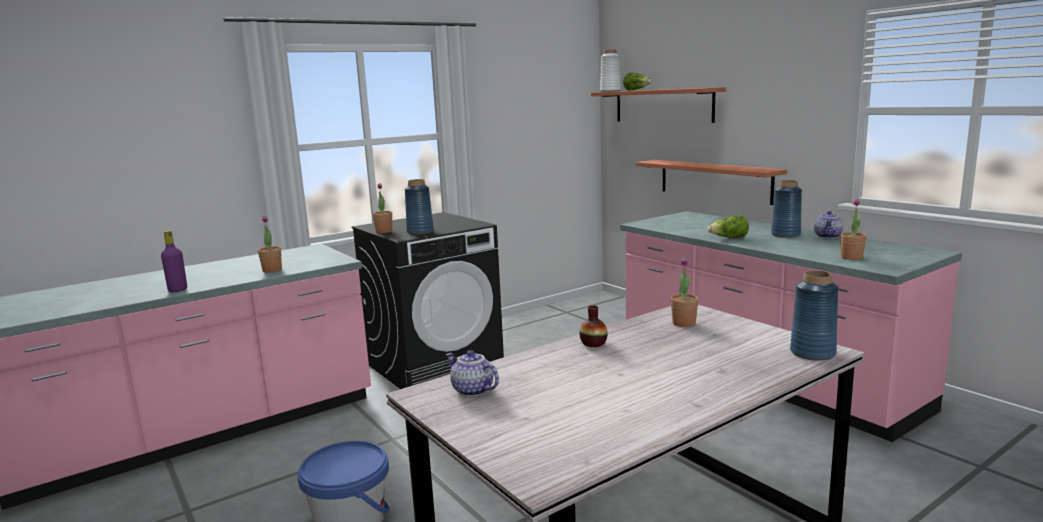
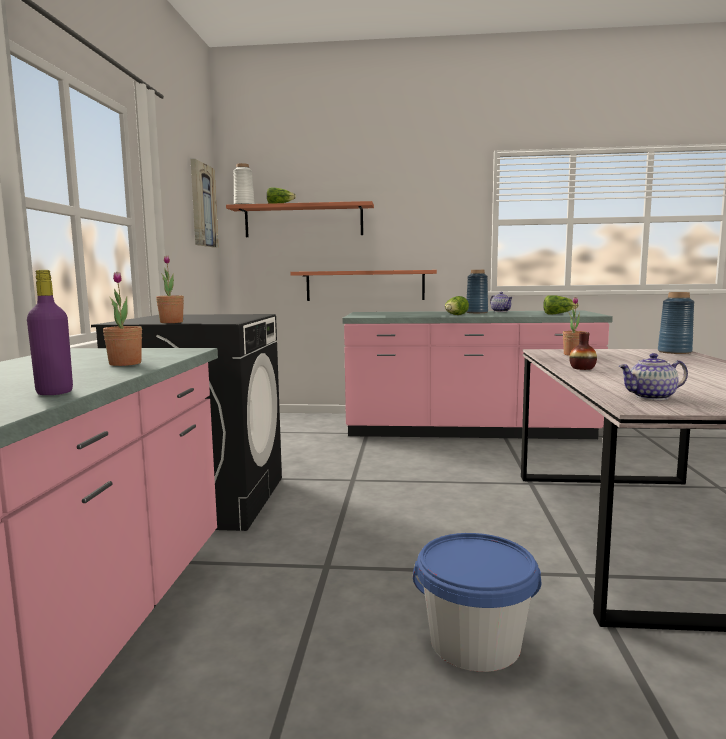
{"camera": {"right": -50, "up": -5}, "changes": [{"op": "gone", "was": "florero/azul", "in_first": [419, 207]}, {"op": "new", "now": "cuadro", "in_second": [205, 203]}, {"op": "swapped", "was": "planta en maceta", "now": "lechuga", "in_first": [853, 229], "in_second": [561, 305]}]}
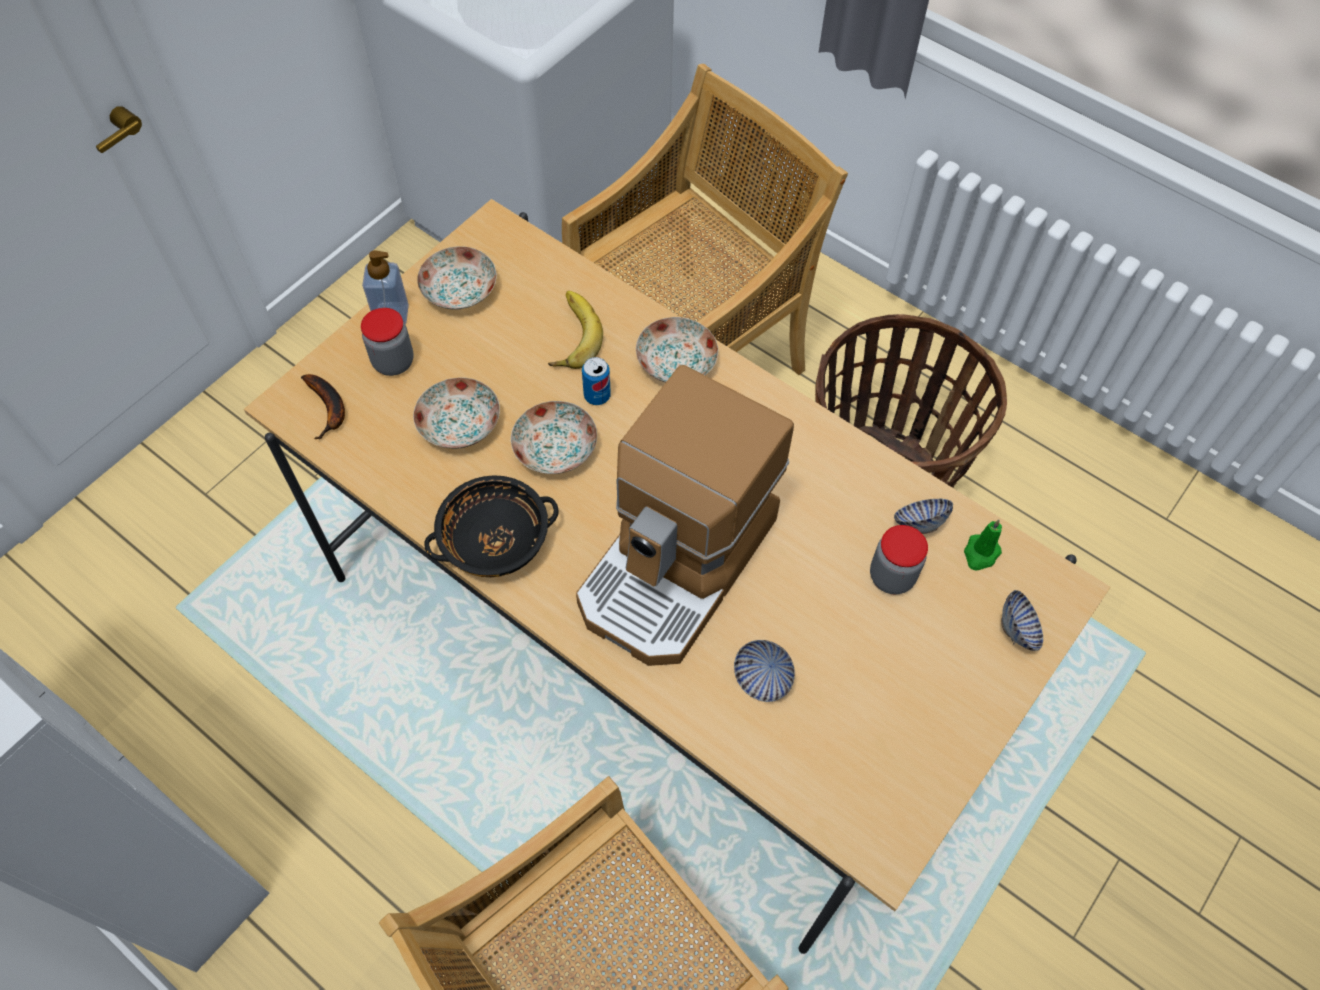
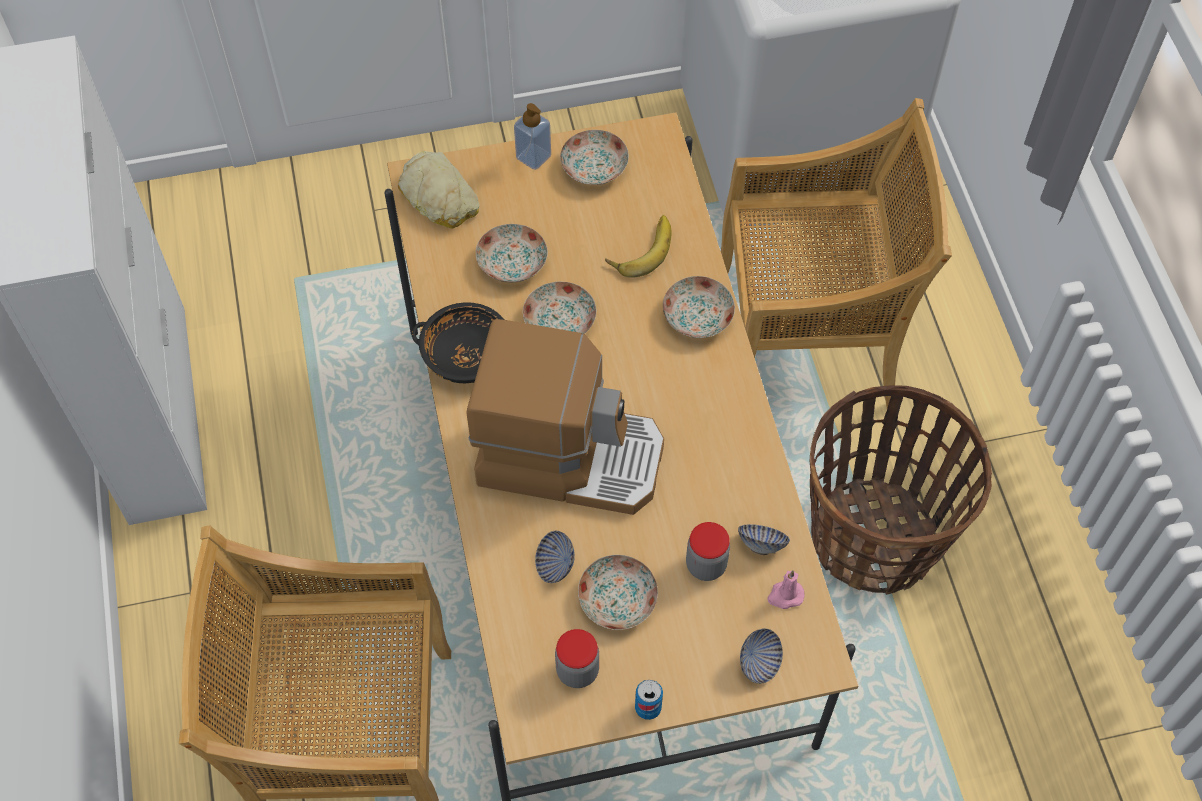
{"camera": {"right": 40, "up": 0}, "changes": [{"op": "new", "now": "plato", "in_second": [618, 592]}, {"op": "shifted", "was": "tarro", "in_first": [387, 342], "in_second": [577, 658]}, {"op": "shifted", "was": "lata", "in_first": [596, 381], "in_second": [649, 700]}, {"op": "swapped", "was": "plátano", "now": "pan", "in_first": [323, 406], "in_second": [439, 190]}, {"op": "repainted", "was": "vela/verde", "now": "vela/rosa", "in_first": [983, 545], "in_second": [786, 589]}, {"op": "rotated", "was": "cafetera", "in_first": [685, 515], "in_second": [565, 417], "clockwise": -150}]}
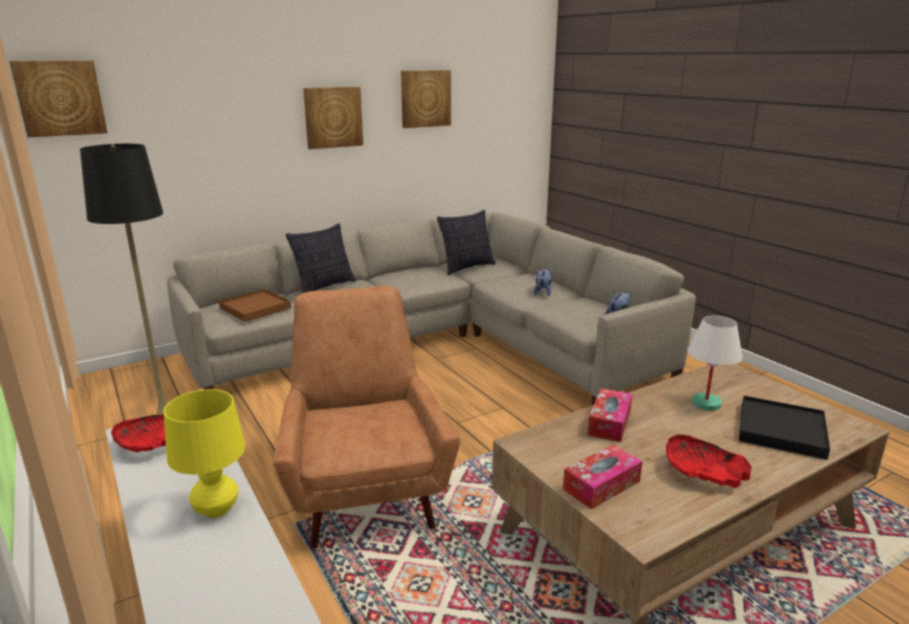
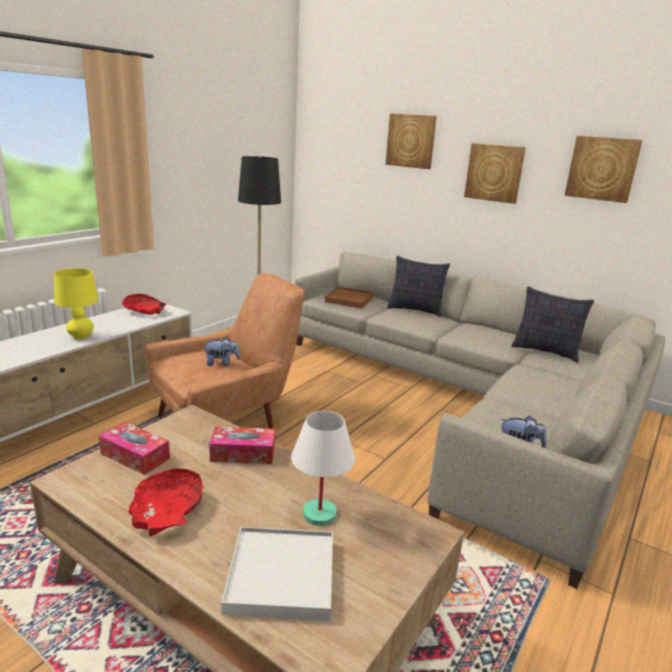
{"camera": {"right": 65, "up": 0}, "changes": [{"op": "shifted", "was": "cuadro", "in_first": [58, 98], "in_second": [411, 141]}, {"op": "shifted", "was": "peluche", "in_first": [543, 282], "in_second": [221, 351]}, {"op": "repainted", "was": "bandeja/negro", "now": "bandeja/blanco", "in_first": [784, 428], "in_second": [277, 574]}]}
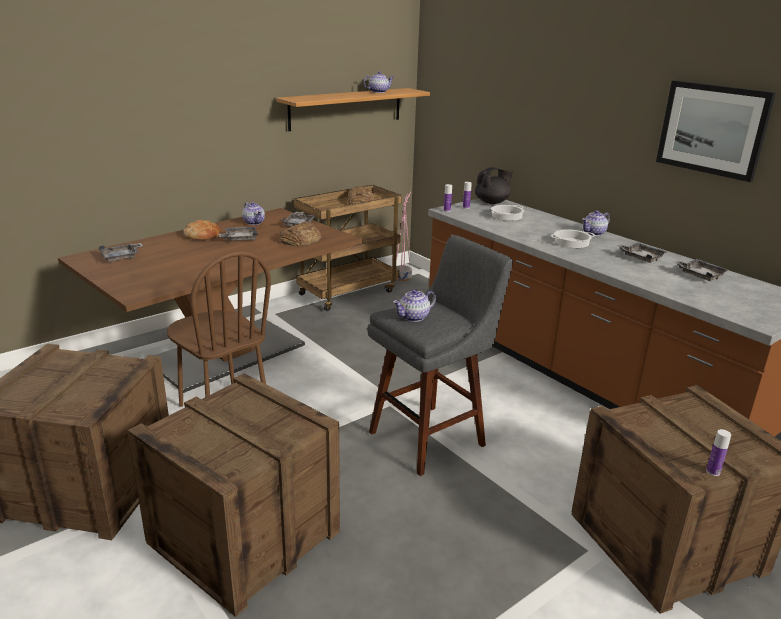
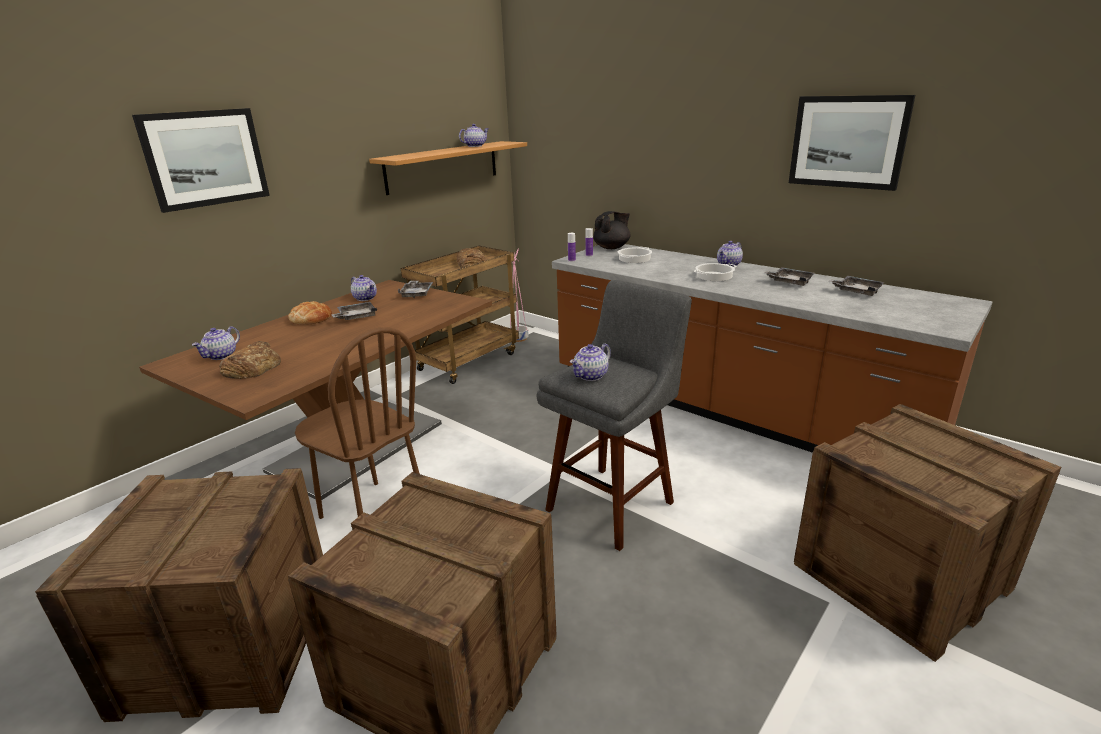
{"camera": {"right": -10, "up": 0}, "changes": [{"op": "gone", "was": "botella", "in_first": [718, 452]}, {"op": "new", "now": "cuadro", "in_second": [201, 160]}, {"op": "shifted", "was": "pan", "in_first": [300, 234], "in_second": [250, 360]}, {"op": "swapped", "was": "bandeja/gris", "now": "tetera", "in_first": [121, 252], "in_second": [216, 343]}]}
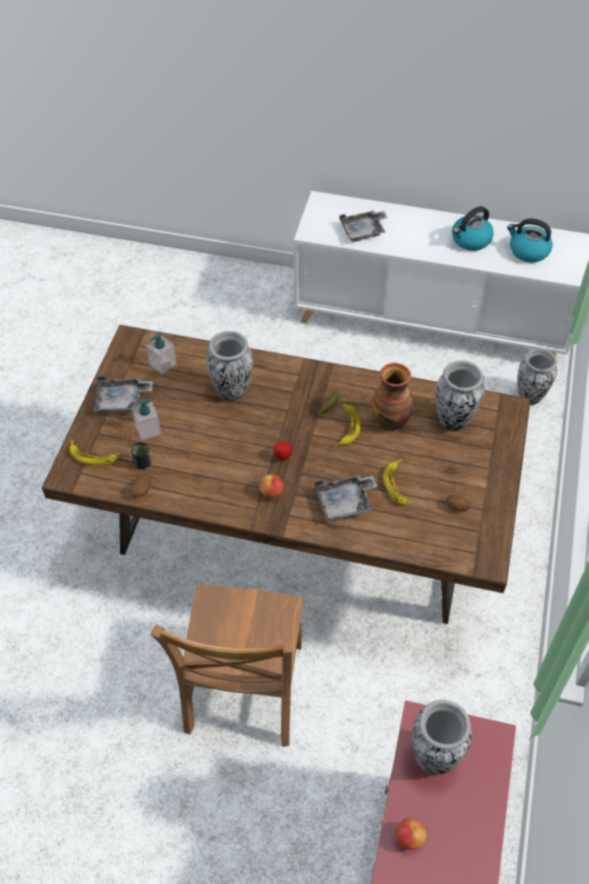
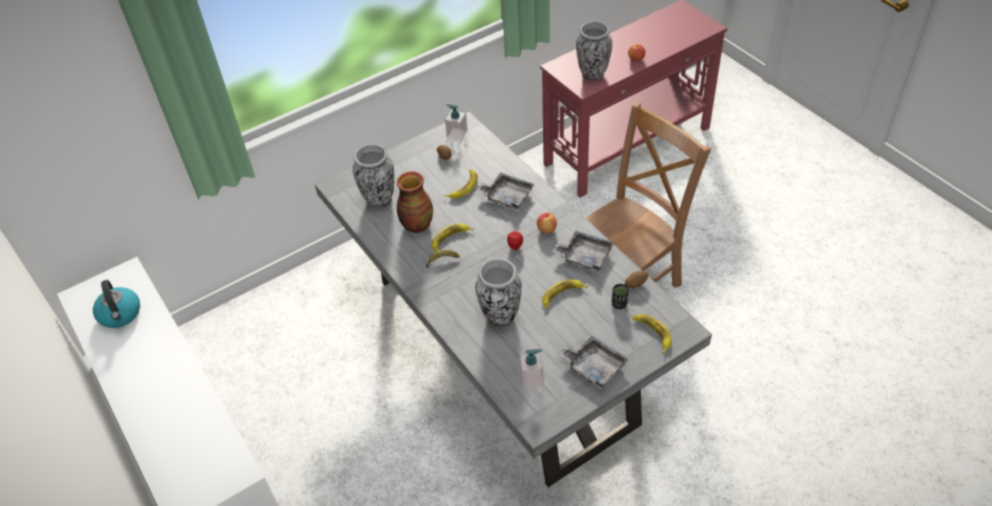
{"camera": {"right": -135, "up": -5}, "changes": [{"op": "gone", "was": "hervidor", "in_first": [473, 228]}, {"op": "gone", "was": "florero", "in_first": [537, 376]}, {"op": "new", "now": "plátano", "in_second": [565, 294]}, {"op": "shifted", "was": "dispensador de jabón", "in_first": [146, 419], "in_second": [456, 122]}, {"op": "shifted", "was": "bandeja/gris", "in_first": [363, 226], "in_second": [583, 251]}, {"op": "repainted", "was": "mesa de comedor/marrón", "now": "mesa de comedor/gris", "in_first": [286, 474], "in_second": [513, 299]}]}
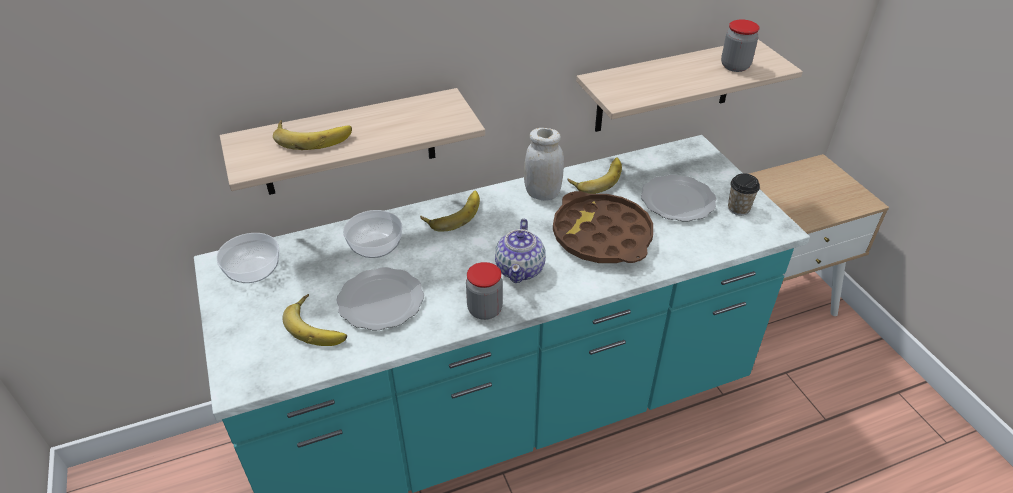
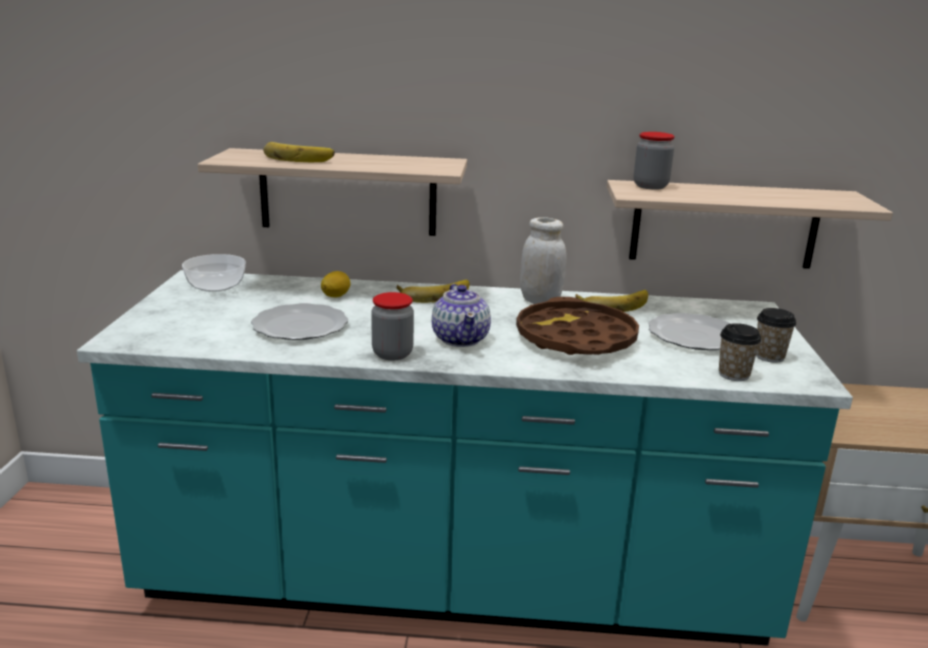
{"camera": {"right": 25, "up": -20}, "changes": [{"op": "gone", "was": "plátano", "in_first": [314, 320]}, {"op": "new", "now": "taza", "in_second": [740, 352]}, {"op": "shifted", "was": "tarro", "in_first": [740, 45], "in_second": [654, 161]}, {"op": "swapped", "was": "cuenco", "now": "limón", "in_first": [372, 234], "in_second": [335, 284]}, {"op": "rotated", "was": "tetera", "in_first": [520, 251], "in_second": [461, 315], "clockwise": -45}]}
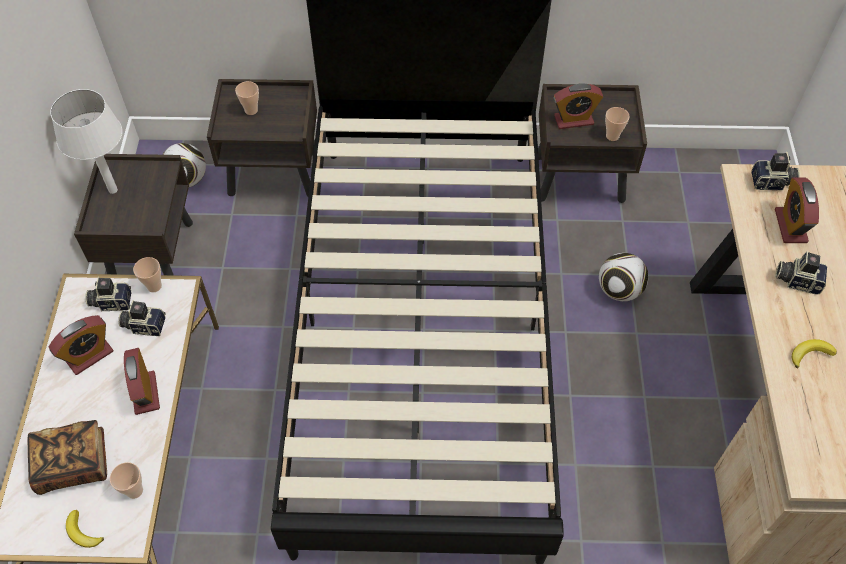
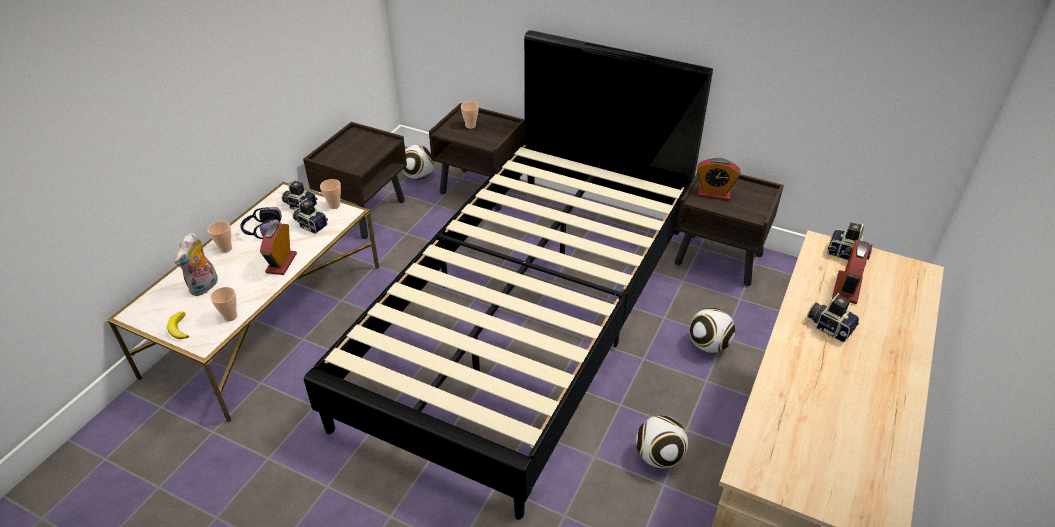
{"camera": {"right": 25, "up": -15}, "changes": [{"op": "gone", "was": "lámpara de mesa/blanco", "in_first": [86, 141]}, {"op": "gone", "was": "plátano", "in_first": [814, 353]}, {"op": "new", "now": "balón de fútbol", "in_second": [662, 441]}, {"op": "shifted", "was": "taza", "in_first": [617, 124], "in_second": [220, 237]}, {"op": "swapped", "was": "libro", "now": "peluche", "in_first": [67, 457], "in_second": [196, 264]}, {"op": "swapped", "was": "despertador", "now": "auriculares", "in_first": [81, 345], "in_second": [261, 223]}]}
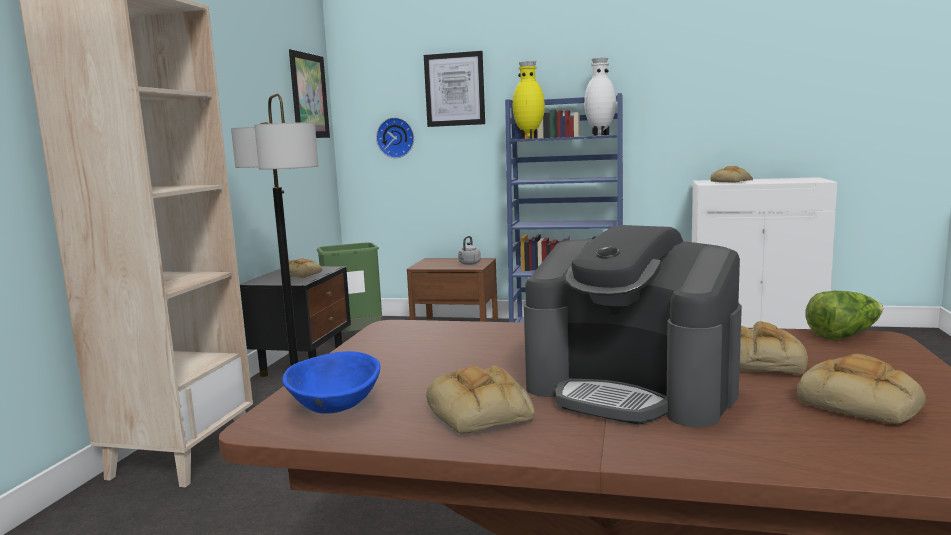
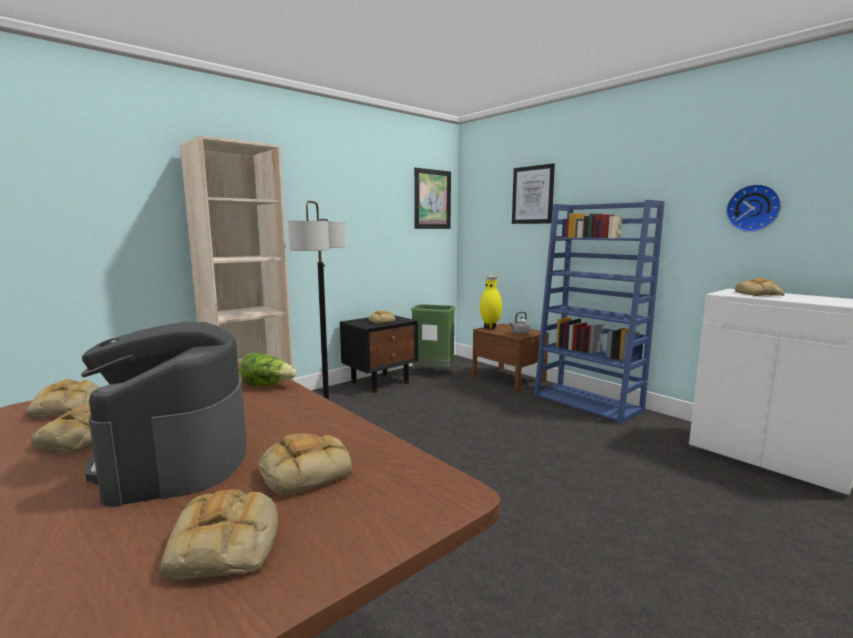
{"camera": {"right": 35, "up": 0}, "changes": [{"op": "gone", "was": "florero/blanco", "in_first": [600, 97]}, {"op": "shifted", "was": "reloj de pared", "in_first": [395, 137], "in_second": [753, 208]}, {"op": "shifted", "was": "florero/amarillo", "in_first": [529, 100], "in_second": [491, 303]}, {"op": "shifted", "was": "lechuga", "in_first": [844, 315], "in_second": [268, 369]}, {"op": "swapped", "was": "cuenco/azul", "now": "pan", "in_first": [331, 382], "in_second": [63, 399]}]}
